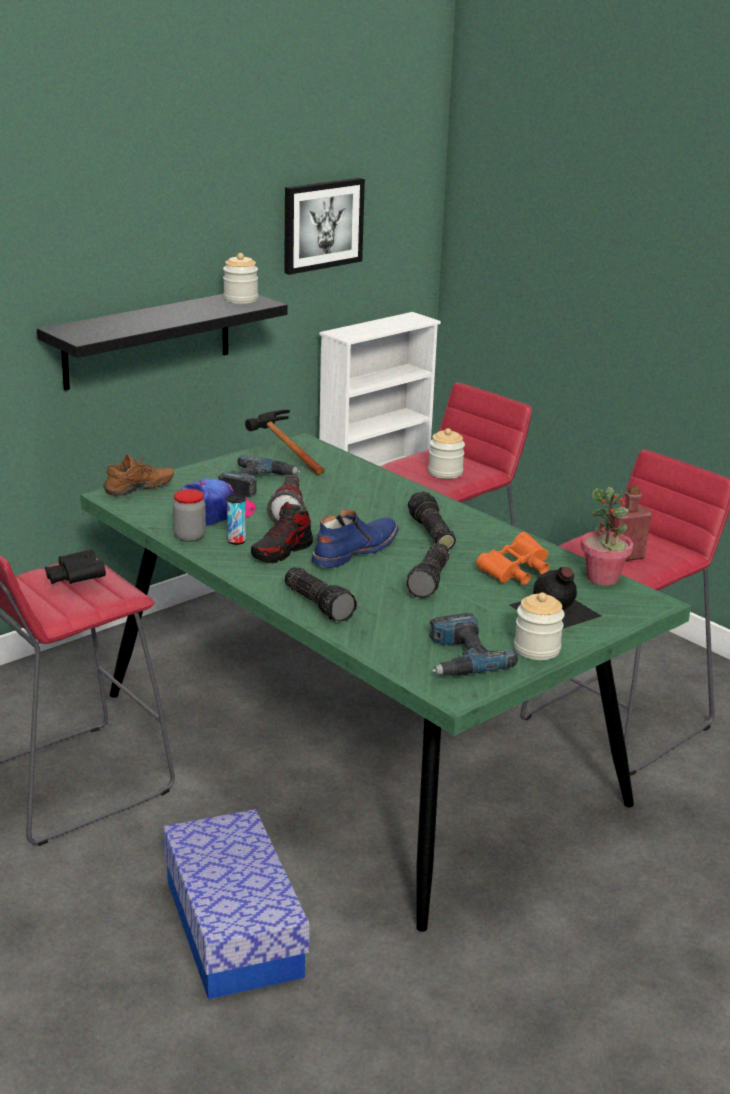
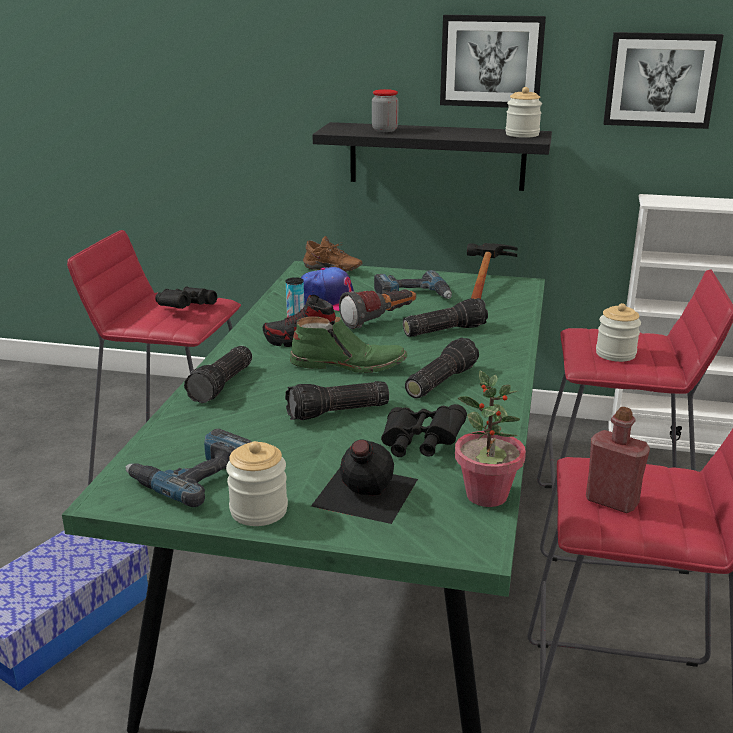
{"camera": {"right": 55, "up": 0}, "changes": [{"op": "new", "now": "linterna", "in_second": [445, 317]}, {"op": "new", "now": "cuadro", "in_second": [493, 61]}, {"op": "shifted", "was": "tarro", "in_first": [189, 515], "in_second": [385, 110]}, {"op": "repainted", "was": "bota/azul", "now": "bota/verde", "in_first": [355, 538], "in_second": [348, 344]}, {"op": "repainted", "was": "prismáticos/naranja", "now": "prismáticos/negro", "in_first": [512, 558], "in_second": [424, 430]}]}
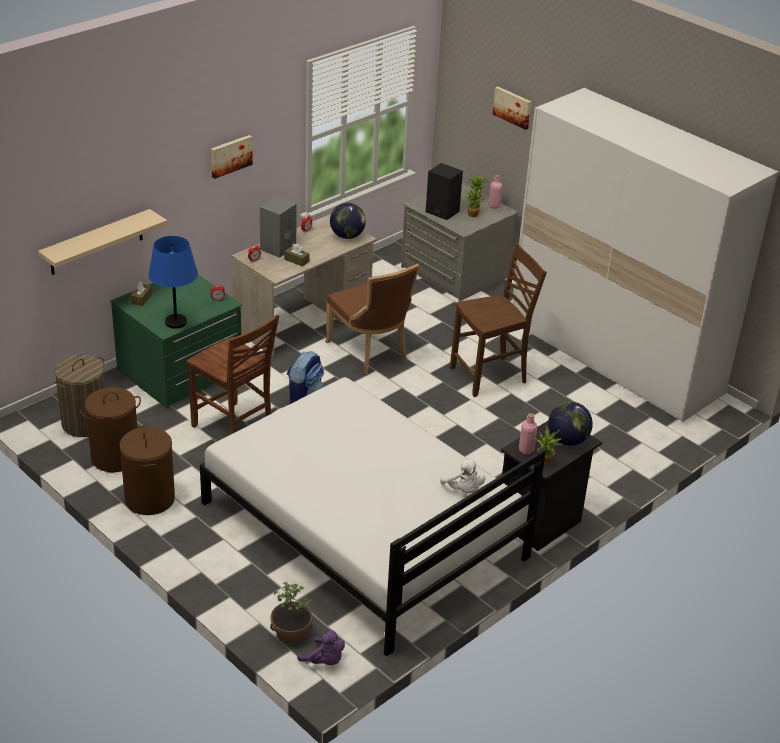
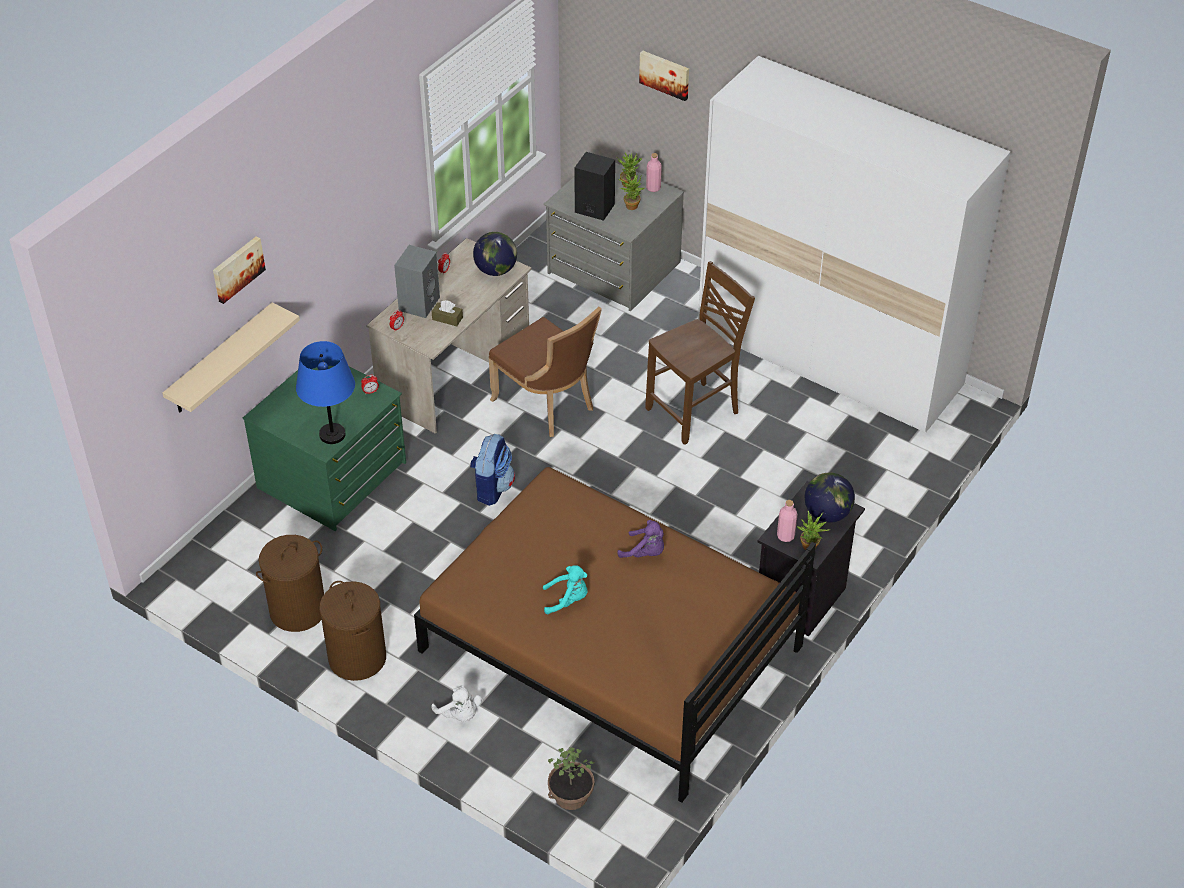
{"camera": {"right": -10, "up": 10}, "changes": [{"op": "gone", "was": "cesto de la ropa", "in_first": [80, 396]}, {"op": "gone", "was": "caja de pañuelos/marrón", "in_first": [141, 294]}, {"op": "gone", "was": "silla/marrón", "in_first": [233, 374]}, {"op": "new", "now": "peluche/turquesa", "in_second": [565, 589]}, {"op": "shifted", "was": "cuadro", "in_first": [232, 157], "in_second": [239, 270]}, {"op": "shifted", "was": "peluche/morado", "in_first": [321, 647], "in_second": [640, 539]}, {"op": "shifted", "was": "peluche/blanco", "in_first": [462, 475], "in_second": [457, 703]}, {"op": "repainted", "was": "cama/blanco", "now": "cama/marrón", "in_first": [373, 517], "in_second": [615, 635]}]}
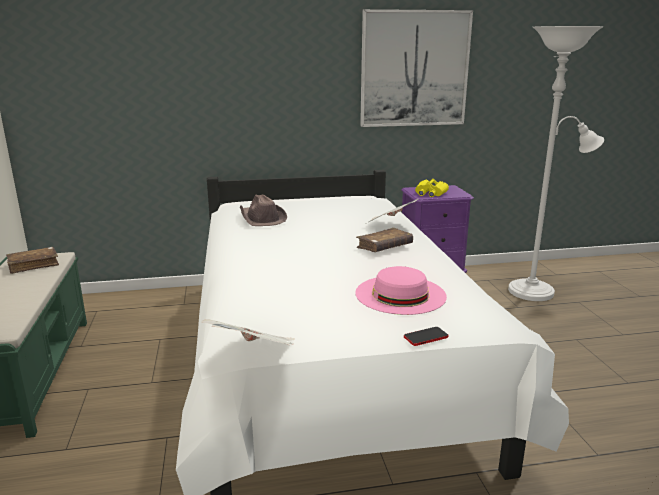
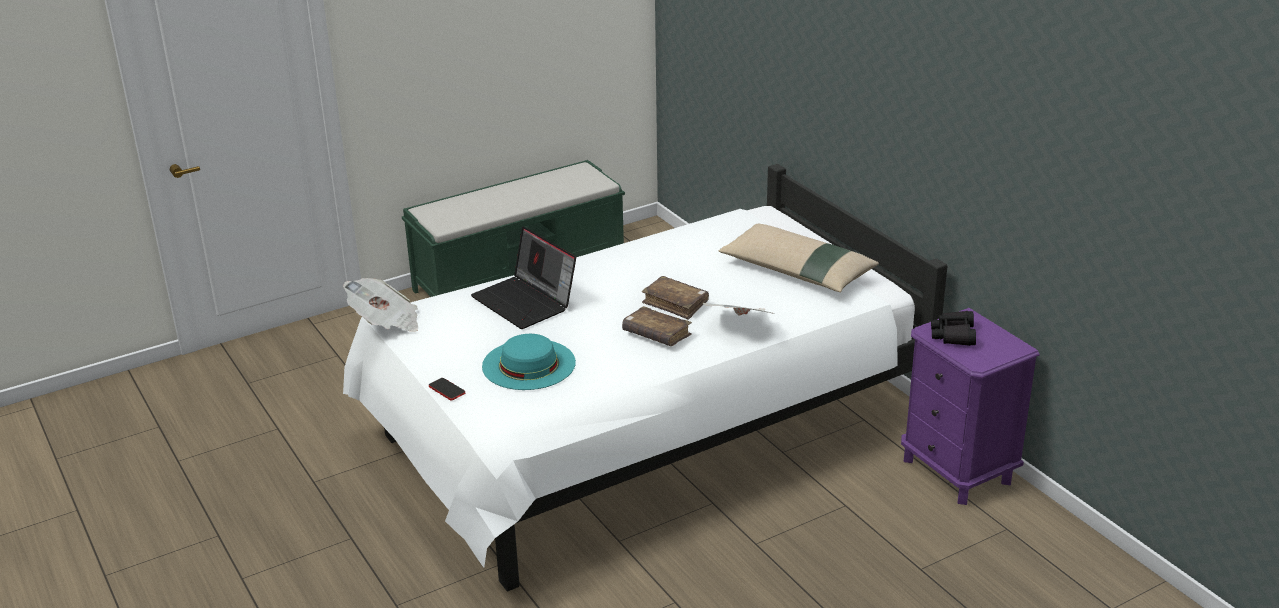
{"camera": {"right": 70, "up": 10}, "changes": [{"op": "gone", "was": "sombrero/marrón", "in_first": [263, 210]}, {"op": "gone", "was": "cuadro", "in_first": [416, 68]}, {"op": "gone", "was": "lámpara de pie/blanco", "in_first": [556, 163]}, {"op": "new", "now": "portátil", "in_second": [523, 277]}, {"op": "new", "now": "cojín/beis", "in_second": [798, 258]}, {"op": "shifted", "was": "libro/marrón", "in_first": [32, 260], "in_second": [675, 298]}, {"op": "repainted", "was": "sombrero/rosa", "now": "sombrero/turquesa", "in_first": [401, 290], "in_second": [529, 362]}, {"op": "repainted", "was": "prismáticos/amarillo", "now": "prismáticos/negro", "in_first": [432, 188], "in_second": [953, 328]}]}
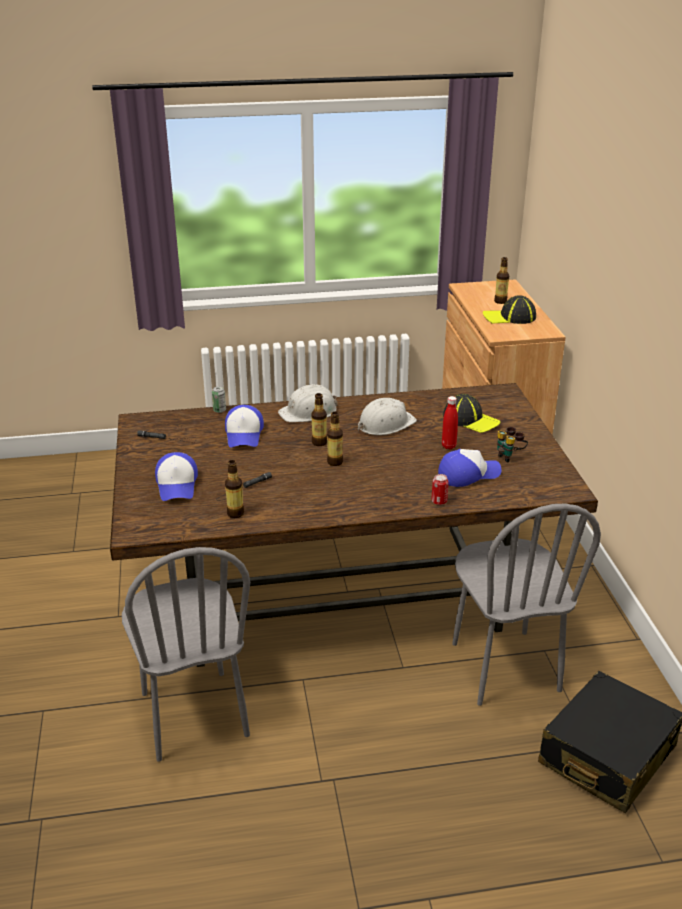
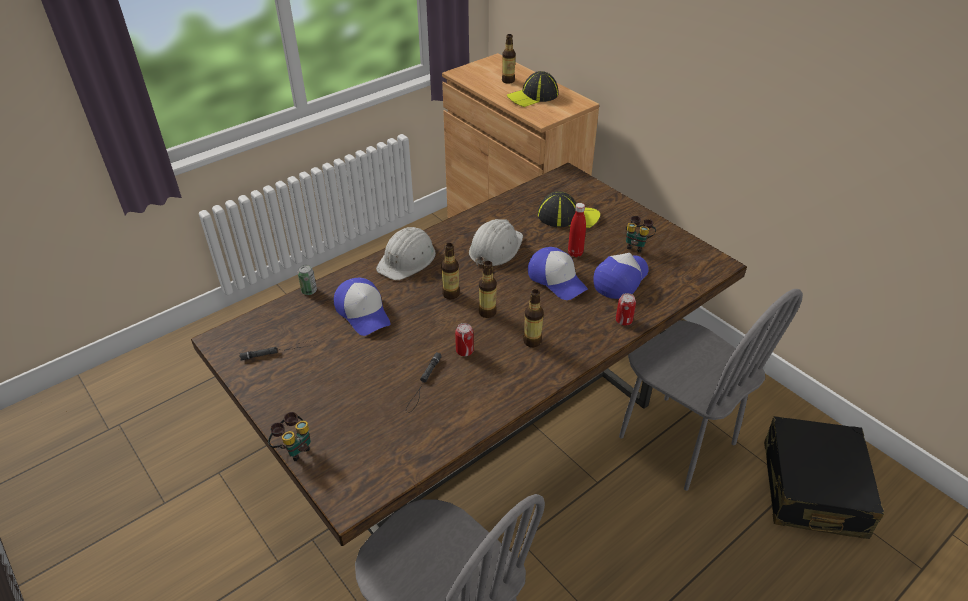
{"camera": {"right": -30, "up": 10}, "changes": [{"op": "new", "now": "prismáticos", "in_second": [289, 436]}, {"op": "new", "now": "lata", "in_second": [464, 339]}, {"op": "shifted", "was": "gorra", "in_first": [176, 476], "in_second": [558, 273]}, {"op": "shifted", "was": "botella", "in_first": [234, 489], "in_second": [533, 318]}]}
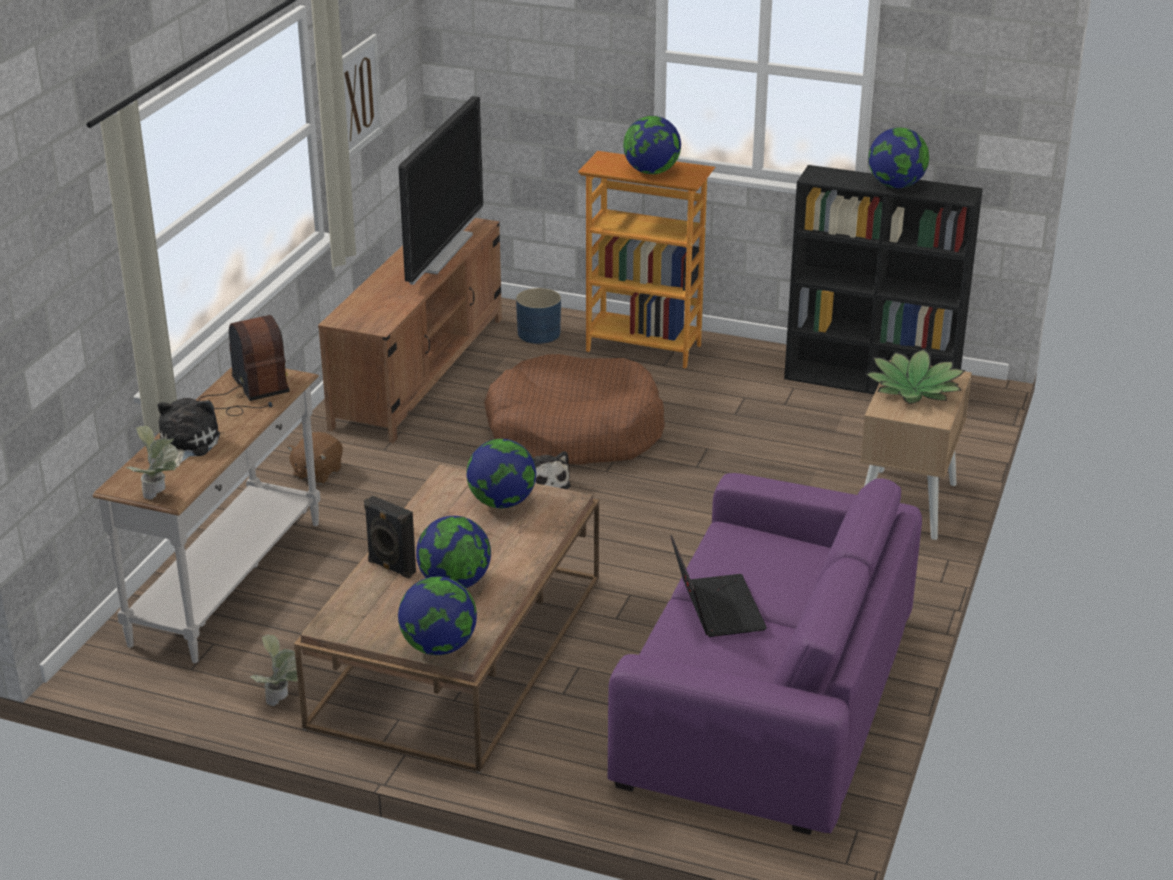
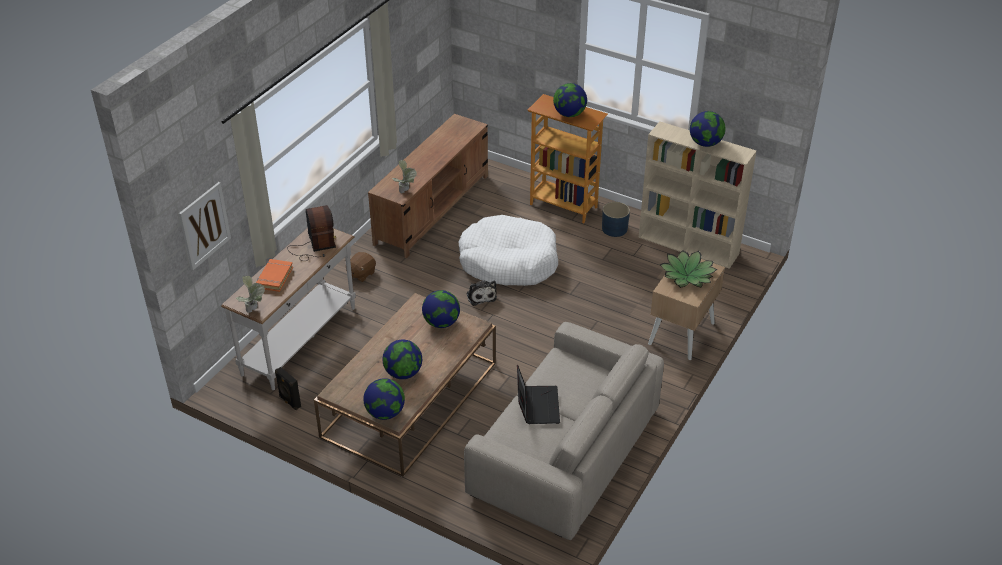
{"camera": {"right": 10, "up": 10}, "changes": [{"op": "gone", "was": "televisor", "in_first": [441, 190]}, {"op": "shifted", "was": "planta en maceta", "in_first": [274, 670], "in_second": [404, 176]}, {"op": "shifted", "was": "cuadro", "in_first": [362, 96], "in_second": [205, 226]}, {"op": "shifted", "was": "altavoz/negro", "in_first": [390, 537], "in_second": [288, 388]}, {"op": "shifted", "was": "maceta/azul", "in_first": [538, 316], "in_second": [616, 219]}, {"op": "swapped", "was": "peluche", "now": "libro/naranja", "in_first": [188, 432], "in_second": [274, 275]}, {"op": "repainted", "was": "cama para perro/marrón", "now": "cama para perro/blanco", "in_first": [574, 409], "in_second": [508, 250]}, {"op": "repainted", "was": "sofá/morado", "now": "sofá/beis", "in_first": [765, 654], "in_second": [564, 431]}, {"op": "repainted", "was": "estantería/negro", "now": "estantería/beis", "in_first": [883, 279], "in_second": [697, 195]}]}
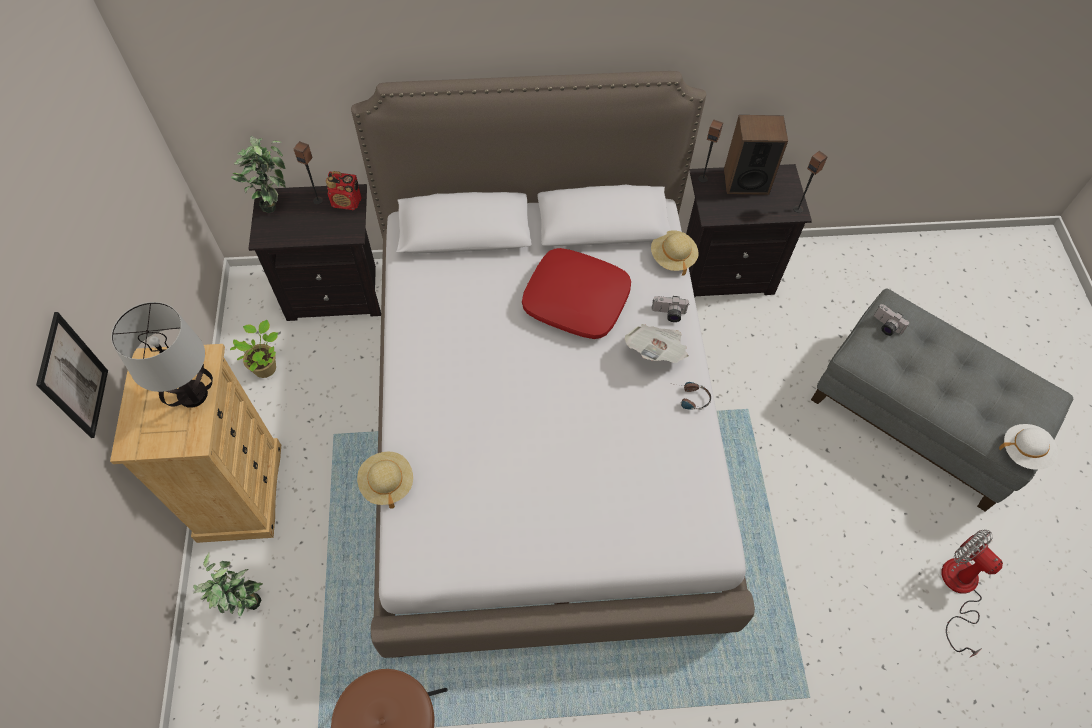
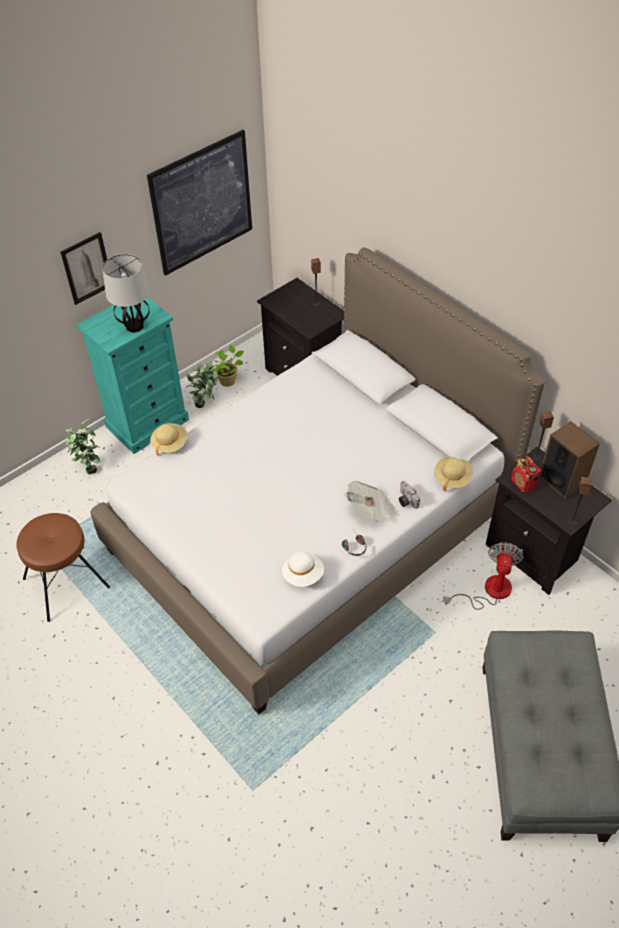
{"camera": {"right": 55, "up": -10}, "changes": [{"op": "gone", "was": "cojín/rojo", "in_first": [576, 293]}, {"op": "gone", "was": "cámara", "in_first": [891, 320]}, {"op": "new", "now": "cuadro", "in_second": [199, 203]}, {"op": "shifted", "was": "planta en maceta", "in_first": [258, 174], "in_second": [202, 384]}, {"op": "shifted", "was": "radio", "in_first": [344, 190], "in_second": [526, 474]}, {"op": "shifted", "was": "ventilador", "in_first": [972, 593], "in_second": [483, 576]}, {"op": "shifted", "was": "sombrero/blanco", "in_first": [1028, 447], "in_second": [303, 569]}, {"op": "repainted", "was": "cómoda/beis", "now": "cómoda/turquesa", "in_first": [195, 443], "in_second": [132, 375]}]}
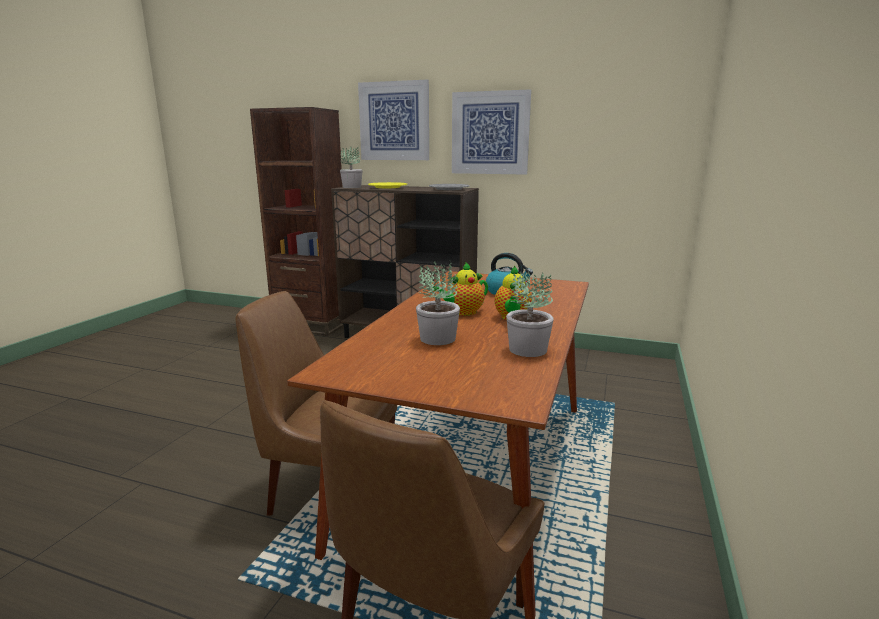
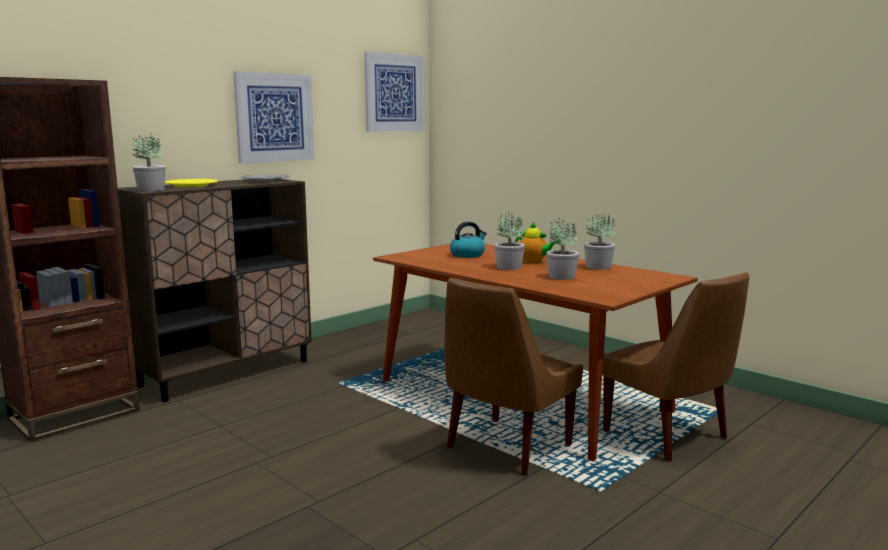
{"camera": {"right": -65, "up": -5}, "changes": [{"op": "shifted", "was": "cuadro", "in_first": [393, 119], "in_second": [394, 92]}, {"op": "swapped", "was": "tetera", "now": "planta en maceta", "in_first": [460, 289], "in_second": [509, 240]}]}
